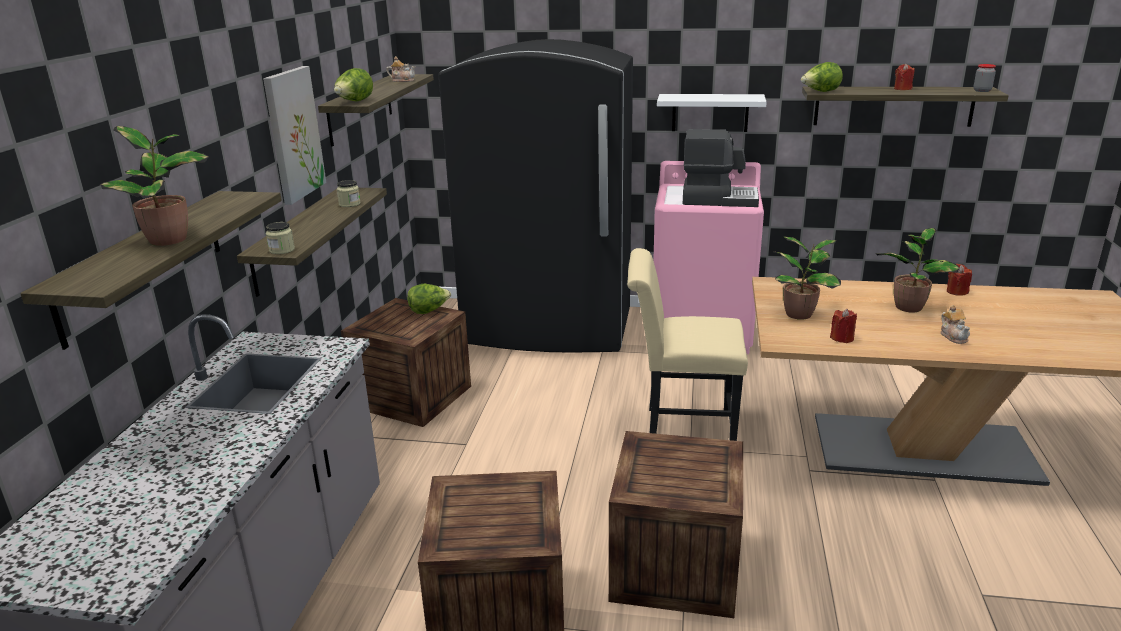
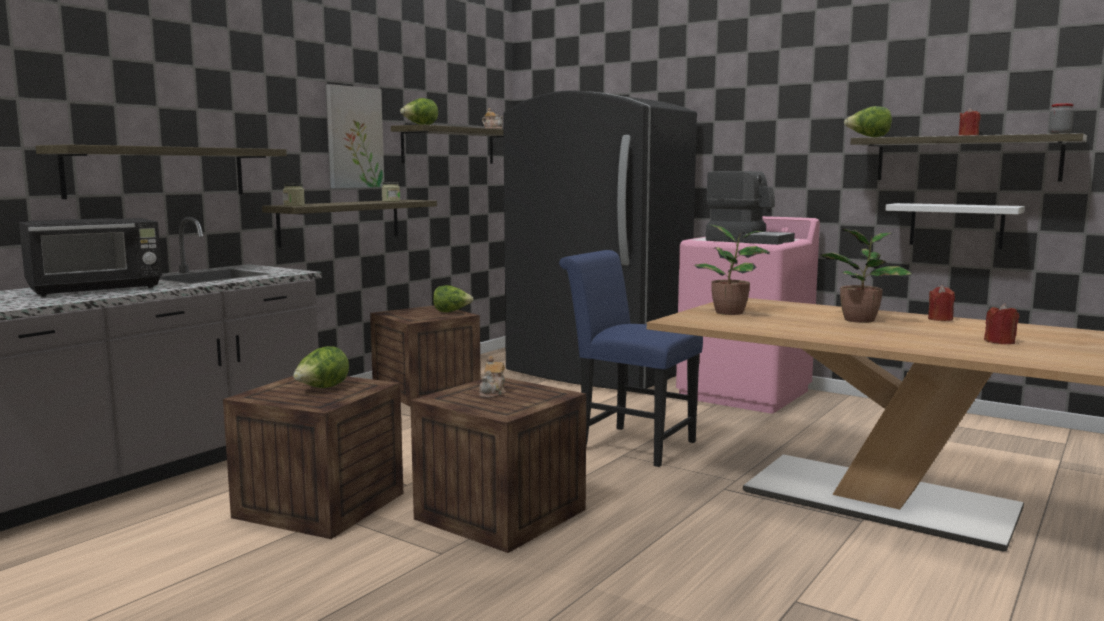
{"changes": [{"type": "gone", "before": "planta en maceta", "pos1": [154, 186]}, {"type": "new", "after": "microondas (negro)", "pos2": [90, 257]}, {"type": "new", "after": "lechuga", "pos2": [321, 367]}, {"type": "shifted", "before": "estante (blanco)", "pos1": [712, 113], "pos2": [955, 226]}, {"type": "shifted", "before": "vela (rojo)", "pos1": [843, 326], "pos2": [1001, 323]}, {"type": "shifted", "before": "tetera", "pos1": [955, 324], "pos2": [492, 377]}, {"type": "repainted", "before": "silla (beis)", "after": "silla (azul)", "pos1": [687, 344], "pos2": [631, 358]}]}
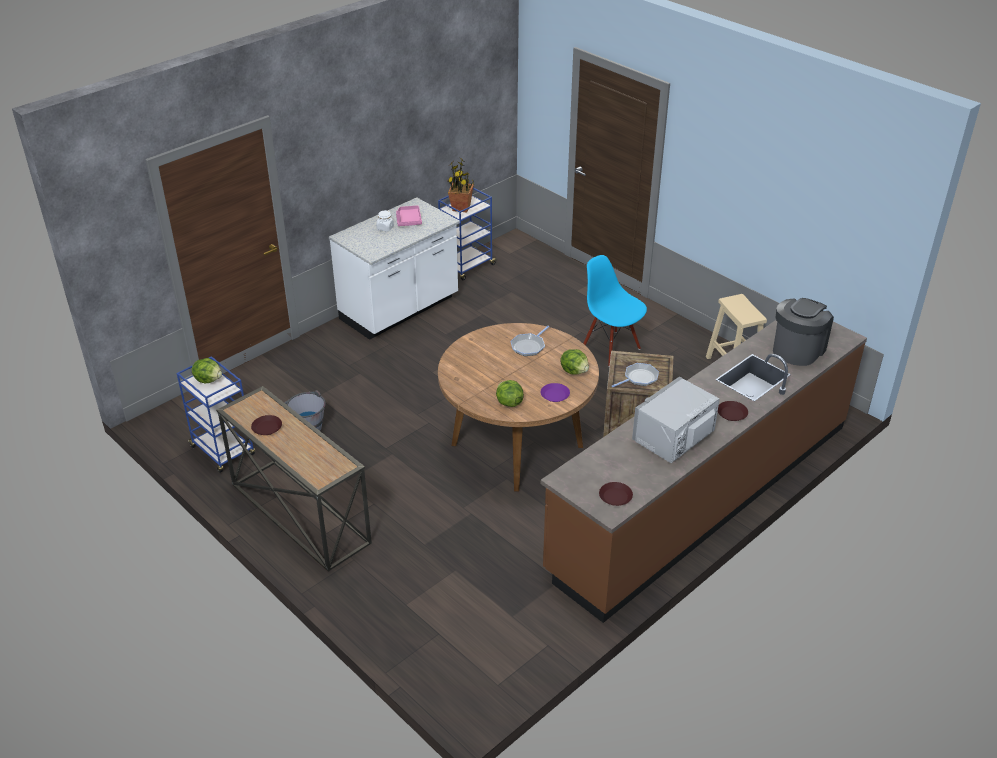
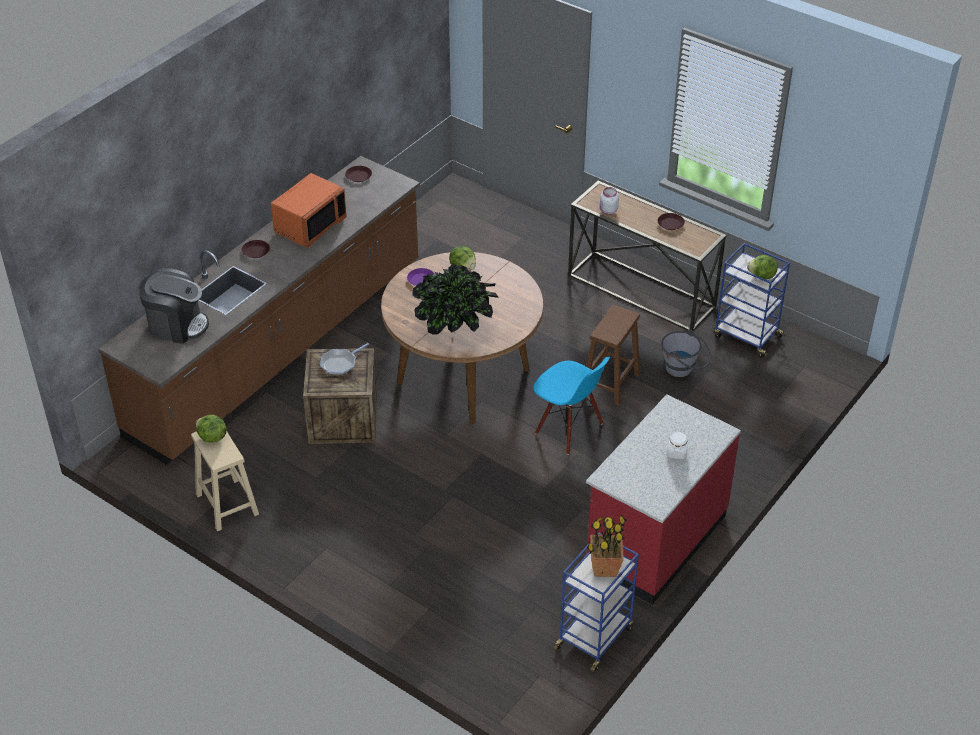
{"changes": [{"type": "gone", "before": "bandeja (rosa)", "pos1": [409, 215]}, {"type": "new", "after": "taburete (marrón)", "pos2": [613, 355]}, {"type": "new", "after": "tarro (blanco)", "pos2": [609, 201]}, {"type": "shifted", "before": "lechuga", "pos1": [574, 362], "pos2": [211, 428]}, {"type": "shifted", "before": "silla (azul)", "pos1": [615, 310], "pos2": [571, 405]}, {"type": "swapped", "before": "sartén", "after": "planta en maceta", "pos1": [529, 341], "pos2": [455, 299]}, {"type": "repainted", "before": "mueble bajo de cocina (blanco)", "after": "mueble bajo de cocina (rojo)", "pos1": [394, 268], "pos2": [663, 499]}, {"type": "repainted", "before": "microondas (gris)", "after": "microondas (naranja)", "pos1": [676, 419], "pos2": [309, 210]}, {"type": "rotated", "before": "cafetera", "pos1": [803, 332], "pos2": [174, 306], "turn": -105}]}
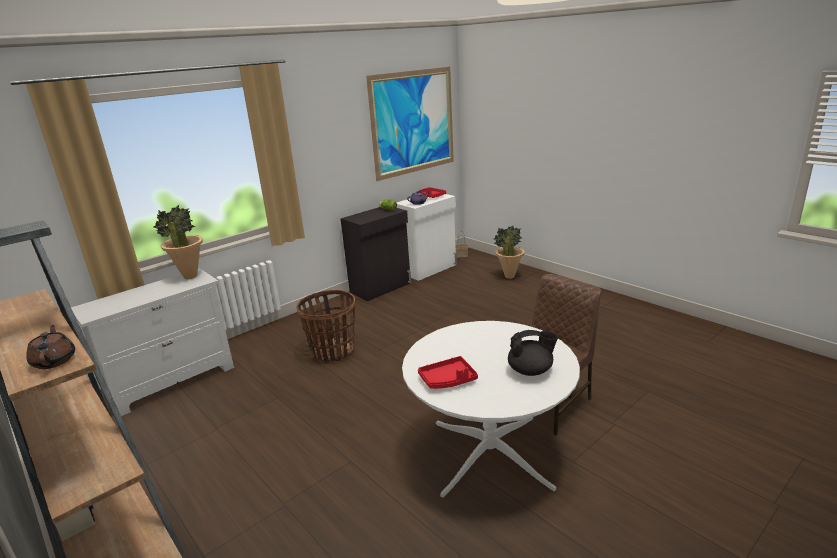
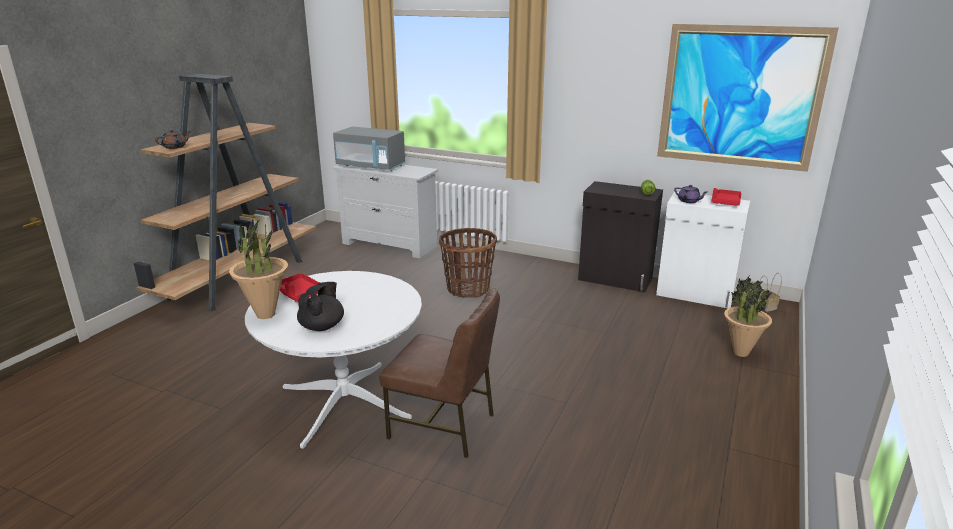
{"changes": [{"type": "new", "after": "microondas (gris)", "pos2": [369, 148]}, {"type": "shifted", "before": "planta en maceta", "pos1": [178, 242], "pos2": [258, 268]}, {"type": "rotated", "before": "tetera (negro)", "pos1": [533, 353], "pos2": [320, 306], "turn": -135}]}
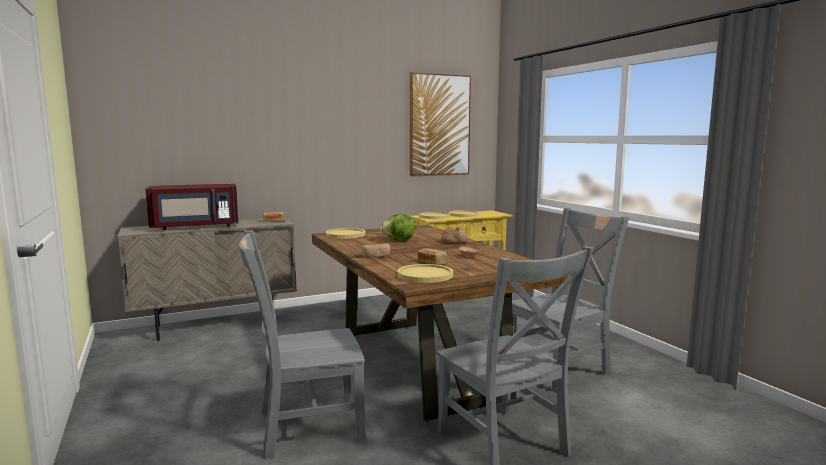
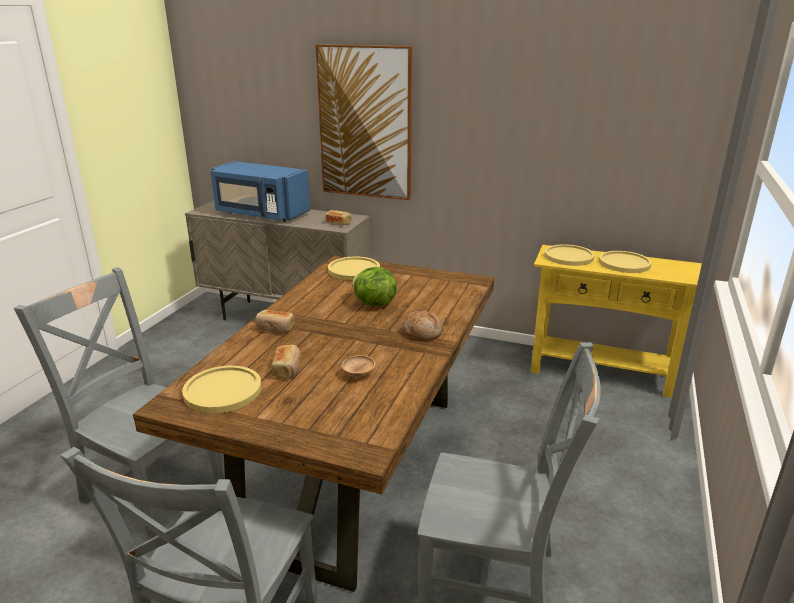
{"changes": [{"type": "shifted", "before": "cuadro", "pos1": [440, 124], "pos2": [363, 122]}, {"type": "repainted", "before": "microondas (rojo)", "after": "microondas (azul)", "pos1": [192, 207], "pos2": [260, 191]}]}
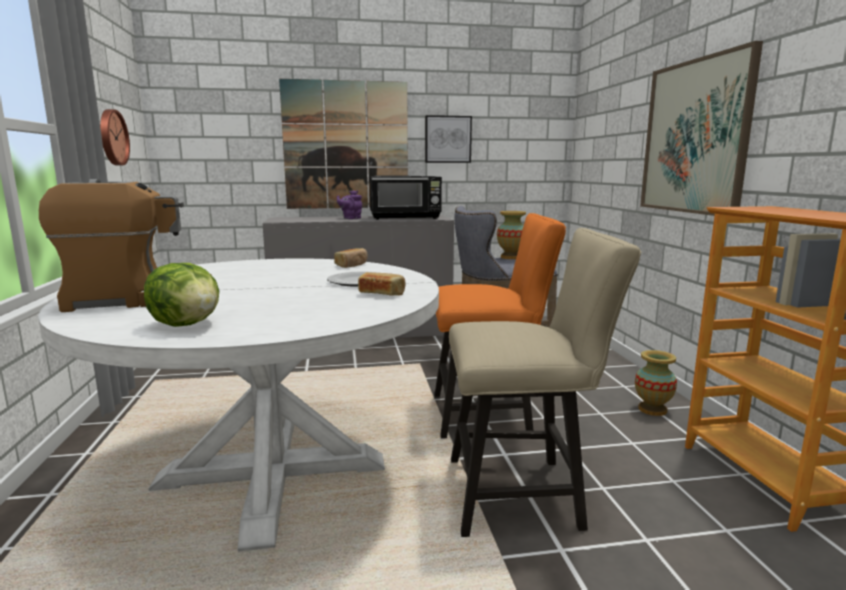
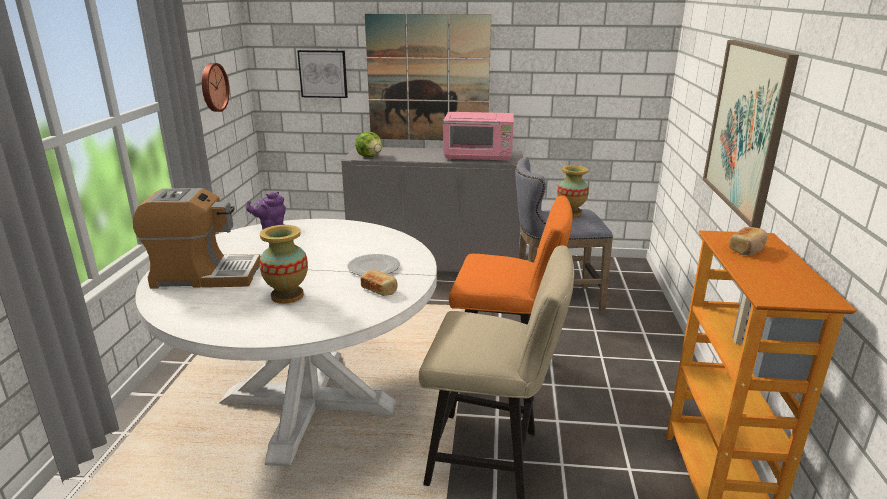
{"changes": [{"type": "shifted", "before": "lechuga", "pos1": [181, 295], "pos2": [369, 144]}, {"type": "shifted", "before": "pan", "pos1": [351, 258], "pos2": [748, 241]}, {"type": "shifted", "before": "tetera (morado)", "pos1": [349, 204], "pos2": [266, 211]}, {"type": "shifted", "before": "cuadro", "pos1": [448, 139], "pos2": [322, 74]}, {"type": "shifted", "before": "florero", "pos1": [656, 383], "pos2": [283, 264]}, {"type": "repainted", "before": "microondas (negro)", "after": "microondas (rosa)", "pos1": [406, 197], "pos2": [478, 136]}]}
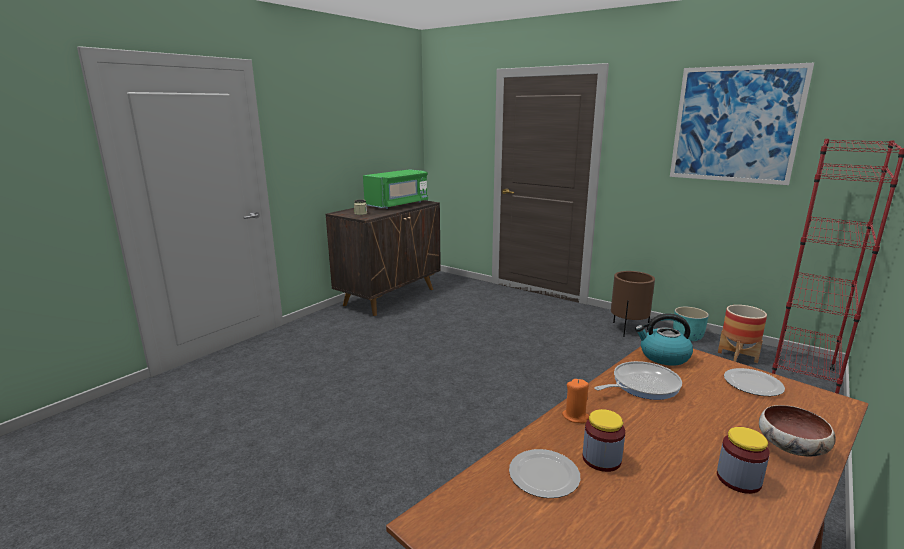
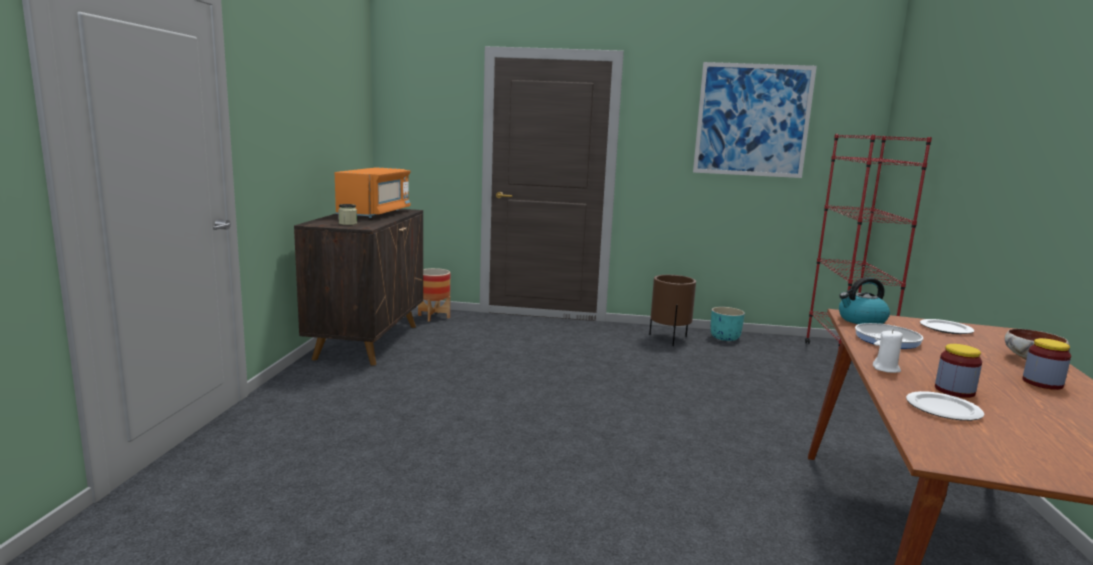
{"changes": [{"type": "shifted", "before": "maceta", "pos1": [742, 334], "pos2": [434, 295]}, {"type": "repainted", "before": "microondas (verde)", "after": "microondas (naranja)", "pos1": [395, 189], "pos2": [373, 192]}, {"type": "repainted", "before": "vela (naranja)", "after": "vela (blanco)", "pos1": [575, 401], "pos2": [888, 351]}]}
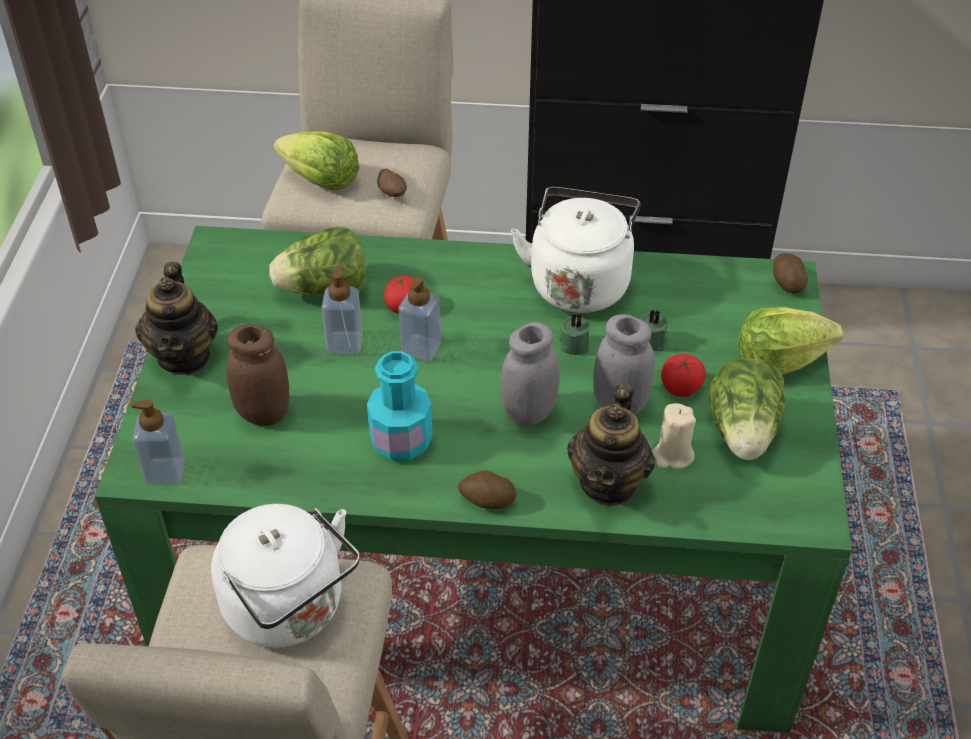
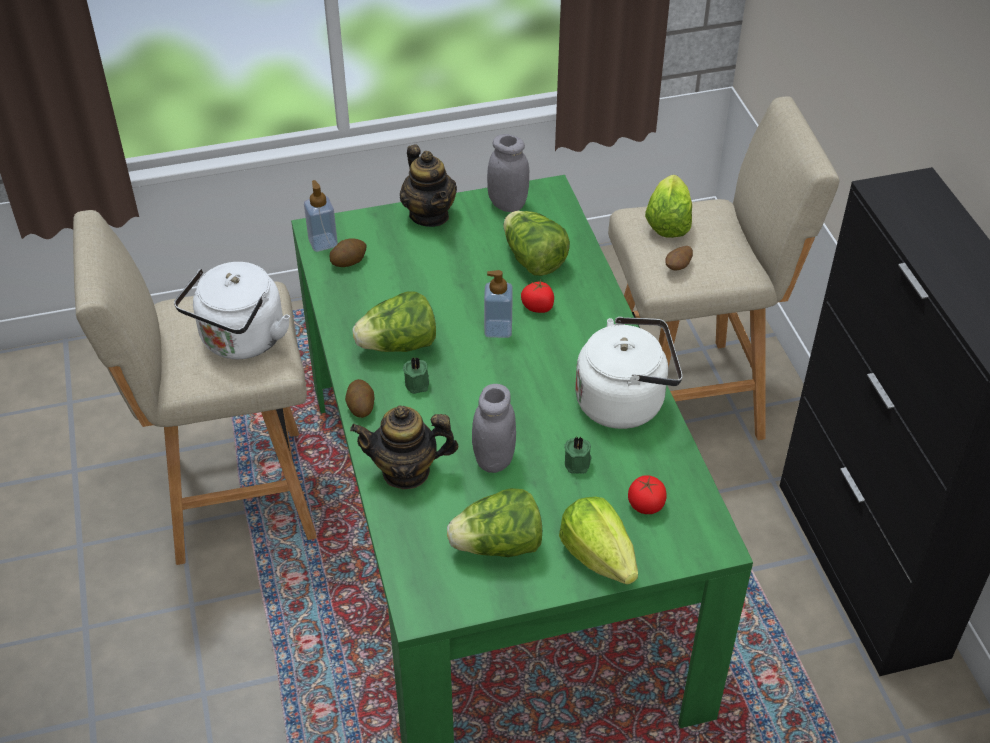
{"changes": [{"type": "gone", "before": "tarro (marrón)", "pos1": [257, 375]}, {"type": "gone", "before": "dispensador de jabón", "pos1": [342, 309]}, {"type": "gone", "before": "vela (beis)", "pos1": [674, 436]}, {"type": "shifted", "before": "tarro (gris)", "pos1": [530, 374], "pos2": [508, 173]}, {"type": "shifted", "before": "vela (verde)", "pos1": [574, 334], "pos2": [416, 375]}, {"type": "shifted", "before": "tomate", "pos1": [683, 375], "pos2": [647, 494]}, {"type": "shifted", "before": "patata", "pos1": [790, 273], "pos2": [348, 252]}, {"type": "swapped", "before": "botella (turquesa)", "after": "lechuga", "pos1": [400, 406], "pos2": [394, 321]}, {"type": "rotated", "before": "tetera", "pos1": [176, 318], "pos2": [428, 185], "turn": -90}]}
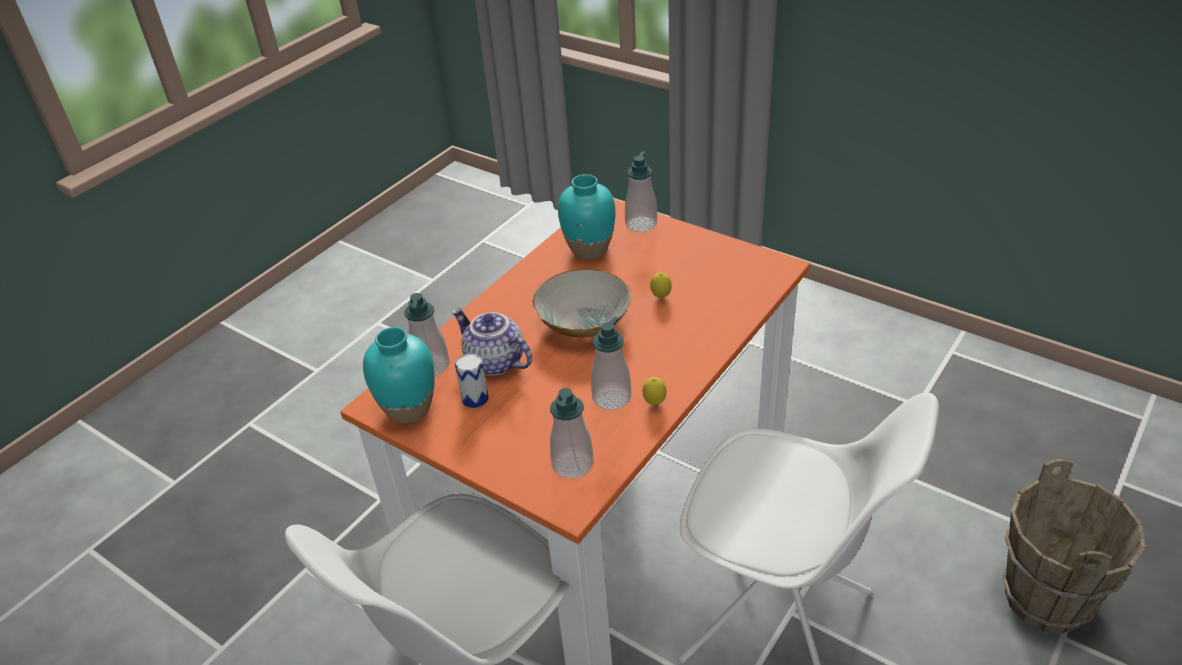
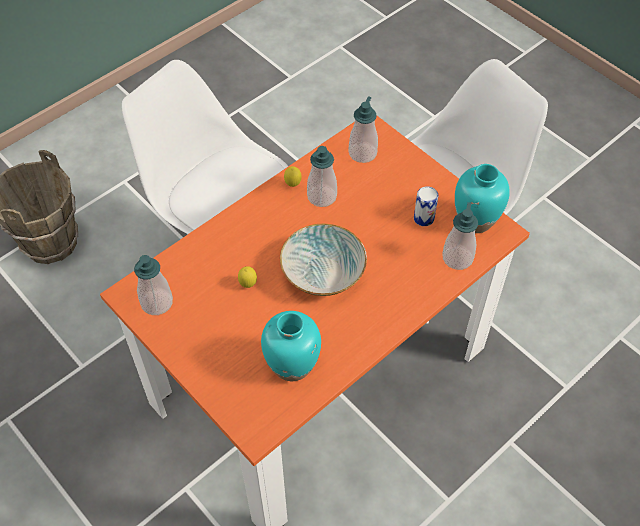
{"changes": [{"type": "gone", "before": "tetera", "pos1": [492, 342]}, {"type": "shifted", "before": "dispensador de jabón", "pos1": [641, 191], "pos2": [153, 285]}]}
